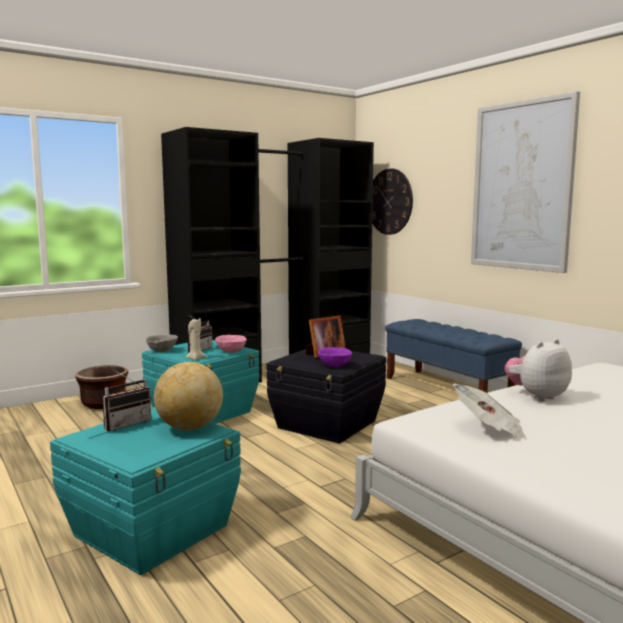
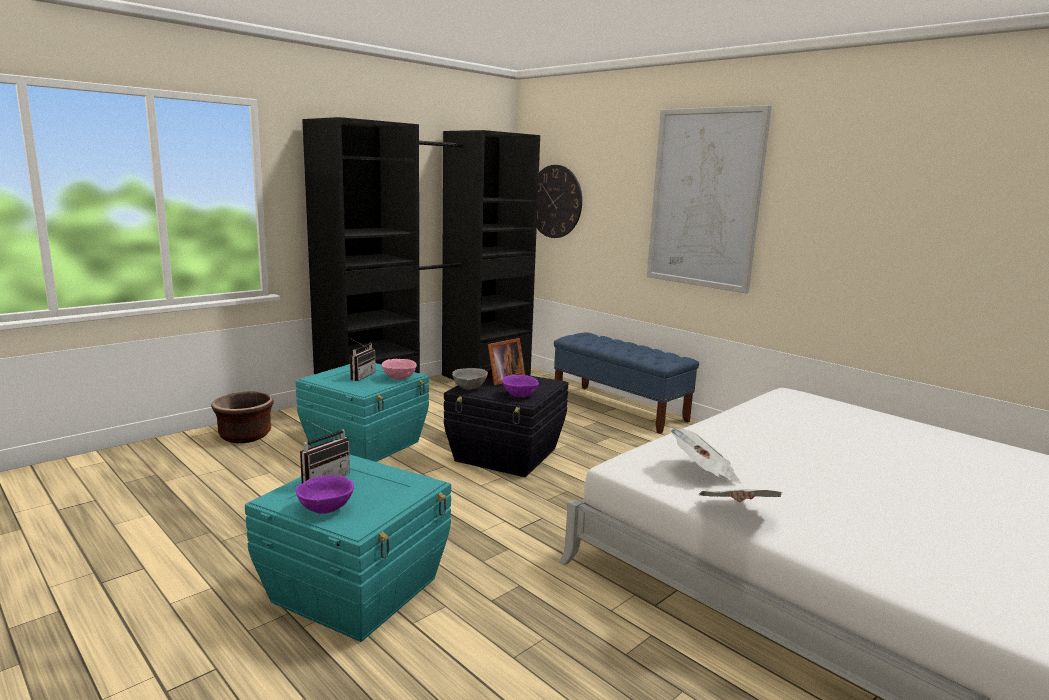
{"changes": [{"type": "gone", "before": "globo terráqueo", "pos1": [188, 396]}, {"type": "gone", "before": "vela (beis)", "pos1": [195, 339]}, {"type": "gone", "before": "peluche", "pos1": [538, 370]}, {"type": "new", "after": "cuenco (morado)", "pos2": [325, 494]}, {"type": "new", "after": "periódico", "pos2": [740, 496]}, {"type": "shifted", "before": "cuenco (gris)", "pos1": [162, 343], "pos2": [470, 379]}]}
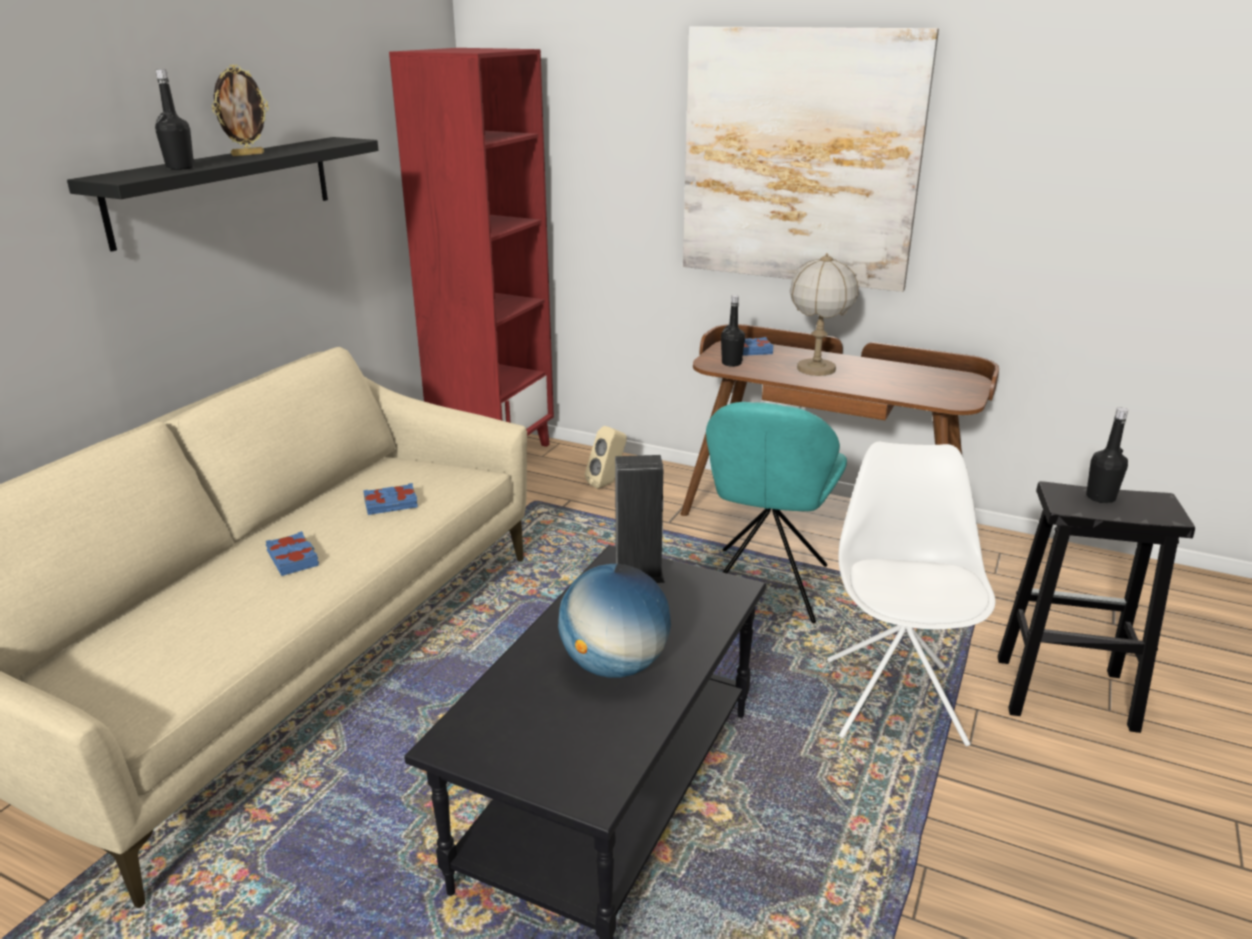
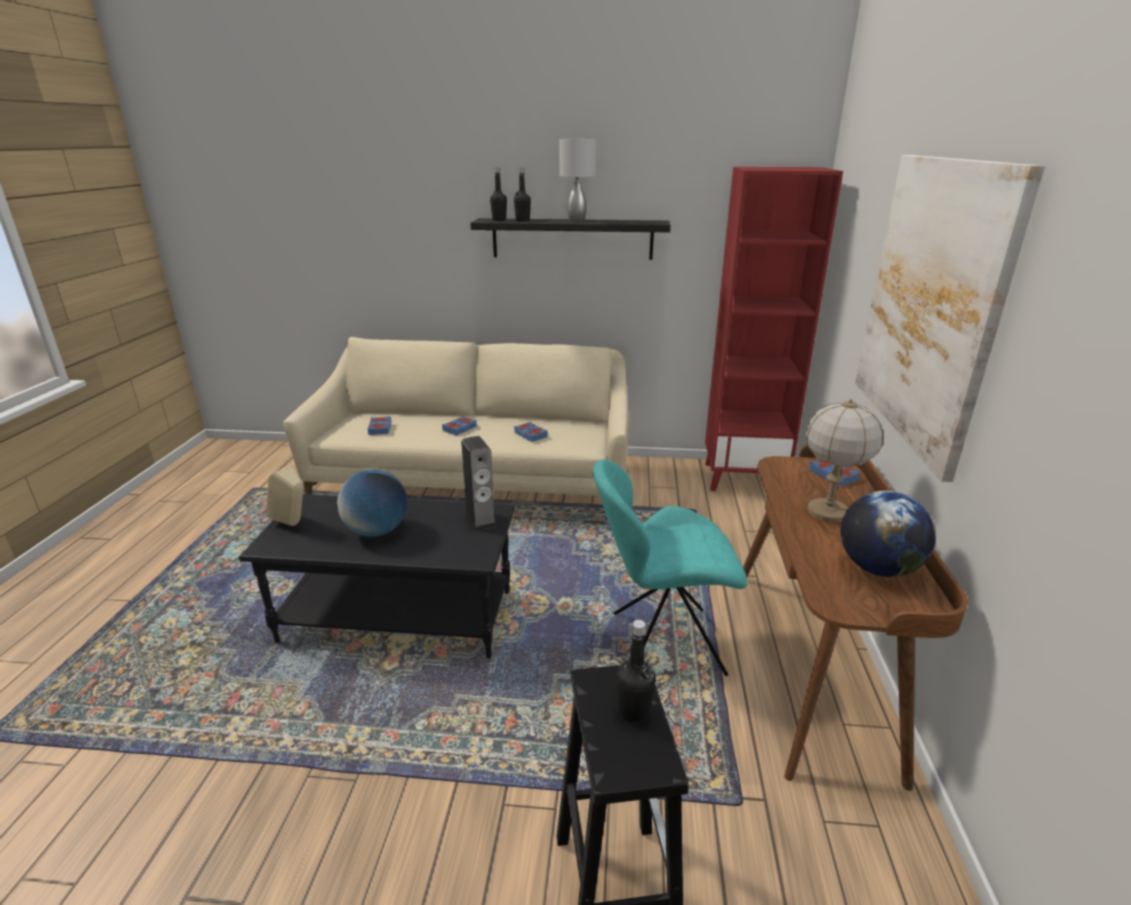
{"changes": [{"type": "gone", "before": "silla (blanco)", "pos1": [911, 594]}, {"type": "new", "after": "libro (azul)", "pos2": [379, 425]}, {"type": "new", "after": "globo terráqueo", "pos2": [888, 534]}, {"type": "shifted", "before": "altavoz (beis)", "pos1": [606, 457], "pos2": [285, 495]}, {"type": "shifted", "before": "botella (negro)", "pos1": [733, 331], "pos2": [498, 194]}, {"type": "swapped", "before": "portarretratos", "after": "lámpara de mesa (gris)", "pos1": [240, 110], "pos2": [577, 179]}]}
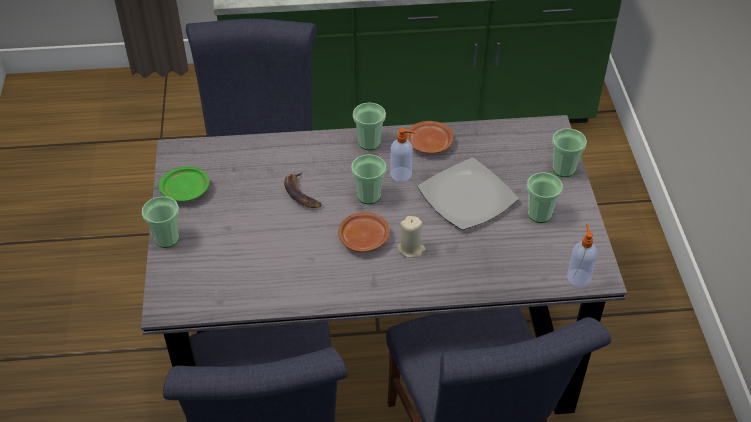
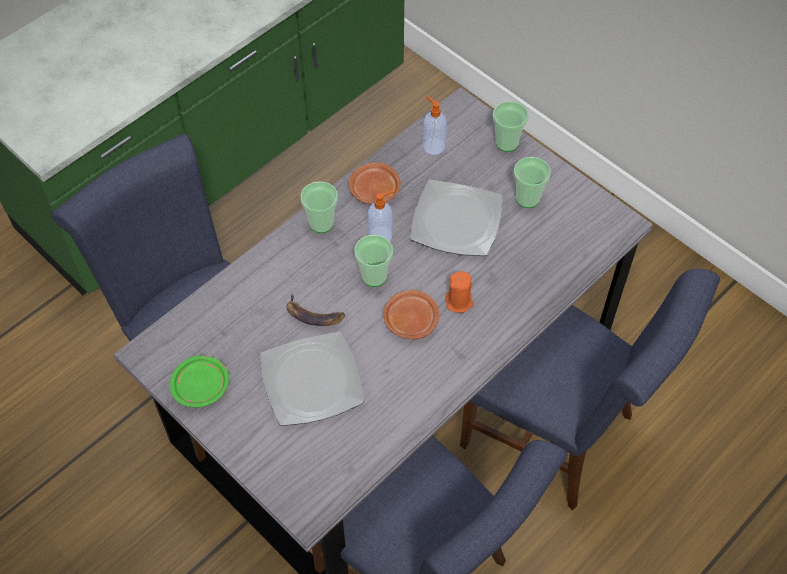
{"changes": [{"type": "gone", "before": "taza", "pos1": [160, 222]}, {"type": "new", "after": "plato", "pos2": [312, 379]}, {"type": "shifted", "before": "dispensador de jabón", "pos1": [582, 255], "pos2": [435, 125]}, {"type": "repainted", "before": "vela (beis)", "after": "vela (naranja)", "pos1": [411, 237], "pos2": [459, 292]}]}
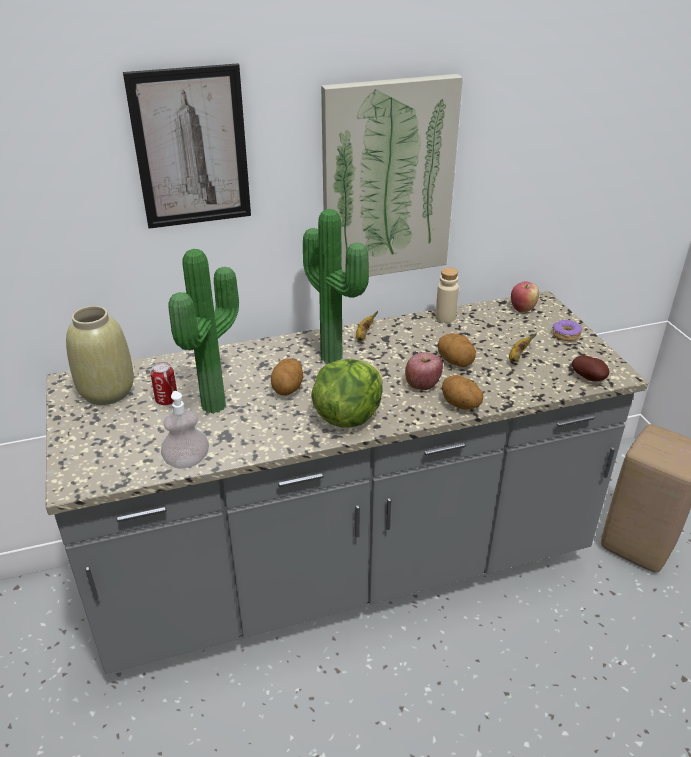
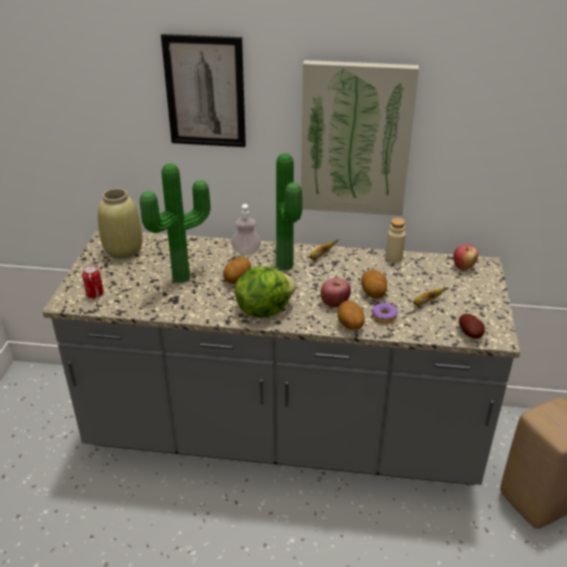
{"changes": [{"type": "shifted", "before": "lata", "pos1": [164, 383], "pos2": [93, 281]}, {"type": "shifted", "before": "dispensador de jabón", "pos1": [185, 429], "pos2": [246, 229]}, {"type": "shifted", "before": "rosquilla", "pos1": [567, 330], "pos2": [385, 313]}]}
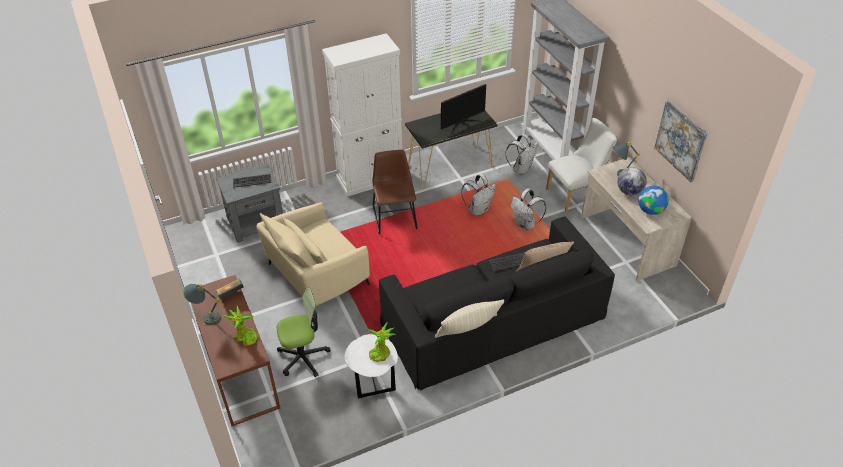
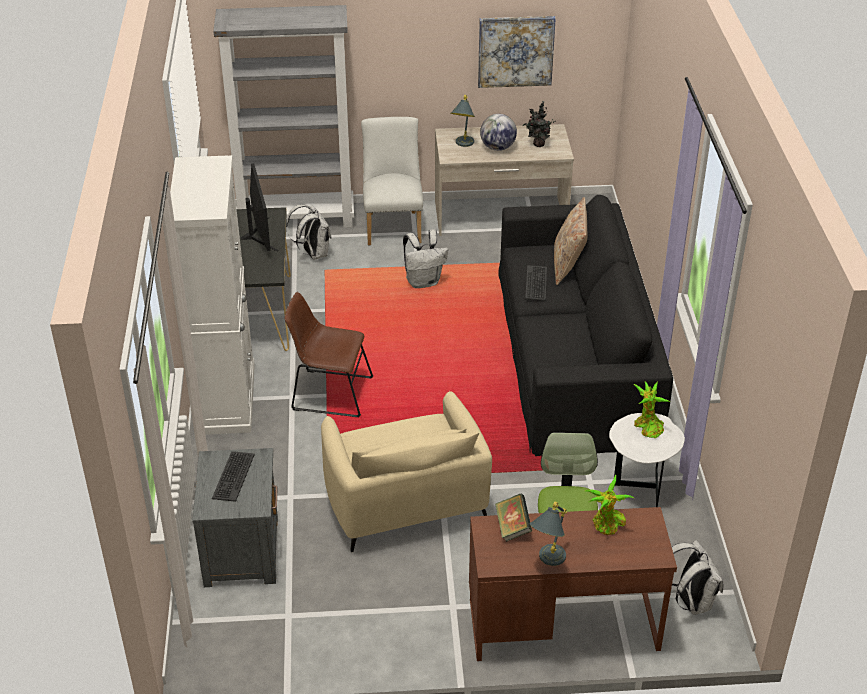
{"changes": [{"type": "gone", "before": "cojín (beis)", "pos1": [469, 318]}, {"type": "shifted", "before": "mochila (blanco)", "pos1": [478, 195], "pos2": [697, 577]}, {"type": "swapped", "before": "globo terráqueo", "after": "planta en maceta", "pos1": [653, 200], "pos2": [539, 124]}]}
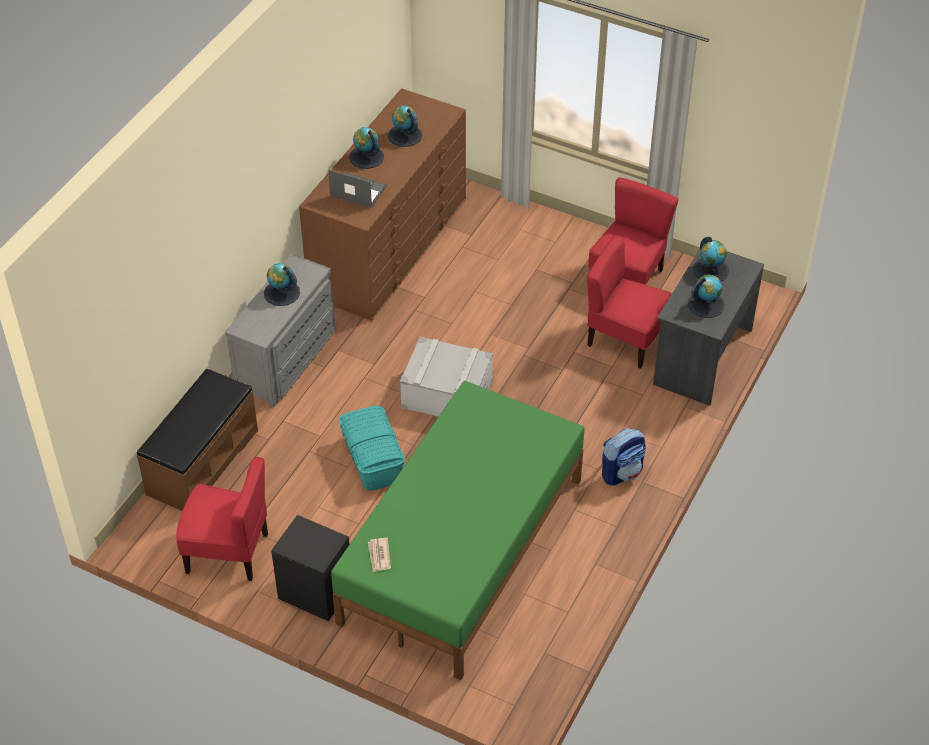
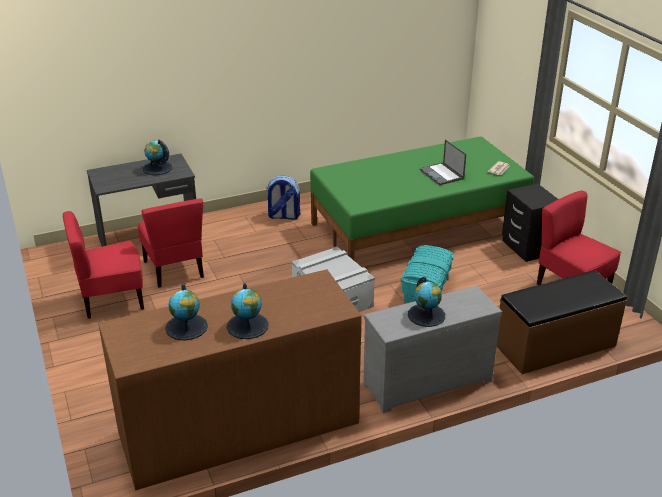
{"changes": [{"type": "gone", "before": "globo terráqueo", "pos1": [711, 259]}, {"type": "shifted", "before": "portátil", "pos1": [357, 189], "pos2": [442, 162]}]}
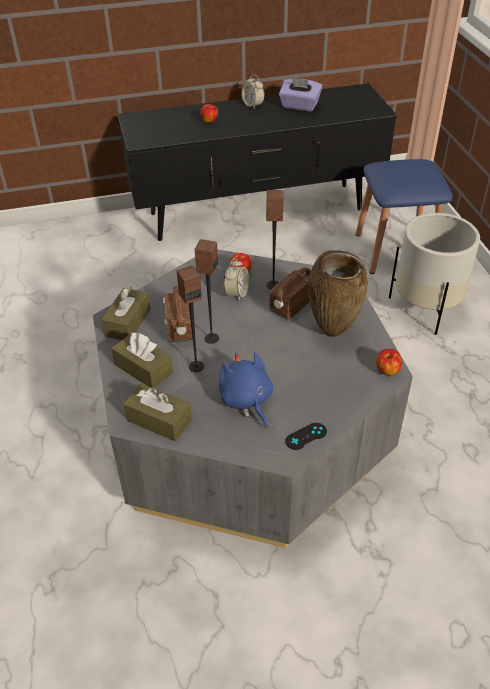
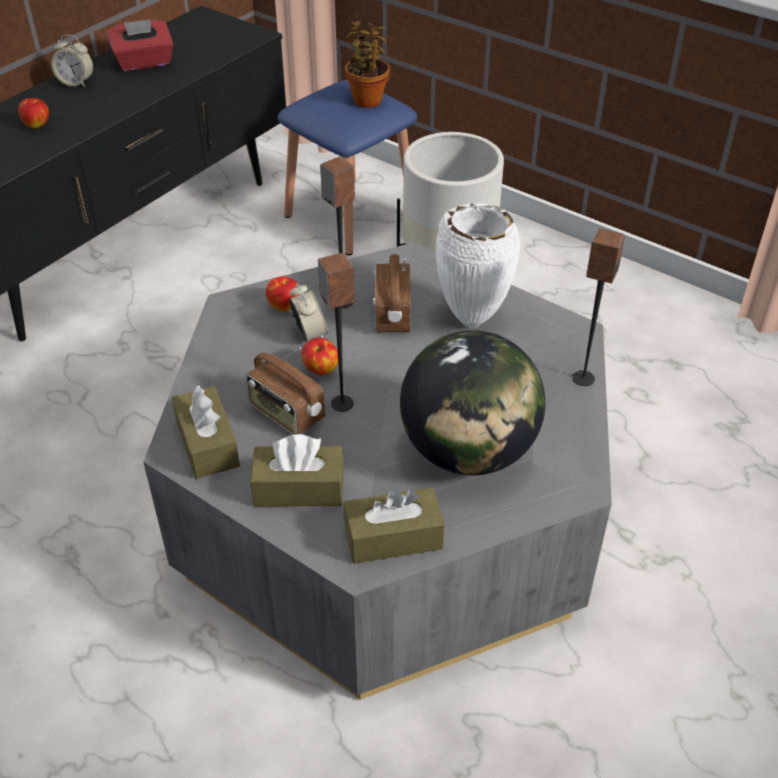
{"changes": [{"type": "gone", "before": "mando de consola (negro)", "pos1": [306, 436]}, {"type": "new", "after": "planta en maceta", "pos2": [367, 64]}, {"type": "shifted", "before": "altavoz", "pos1": [190, 318], "pos2": [598, 307]}, {"type": "shifted", "before": "manzana", "pos1": [389, 362], "pos2": [320, 356]}, {"type": "swapped", "before": "peluche (azul)", "after": "globo terráqueo", "pos1": [246, 389], "pos2": [472, 402]}, {"type": "repainted", "before": "caja de pañuelos (morado)", "after": "caja de pañuelos (rojo)", "pos1": [300, 94], "pos2": [139, 45]}, {"type": "repainted", "before": "florero (marrón)", "after": "florero (blanco)", "pos1": [338, 293], "pos2": [478, 265]}]}
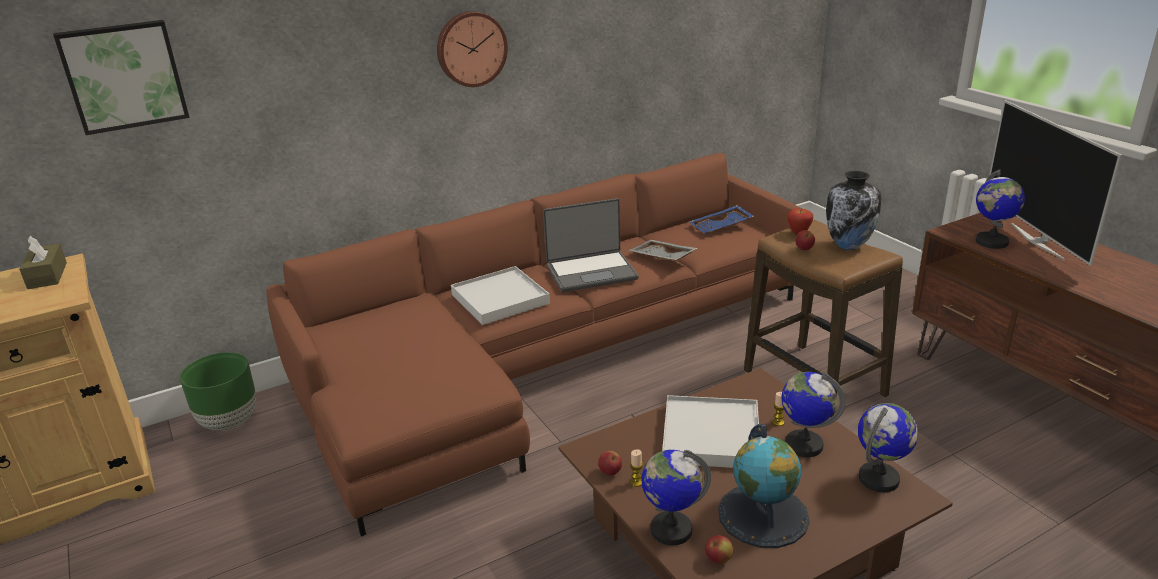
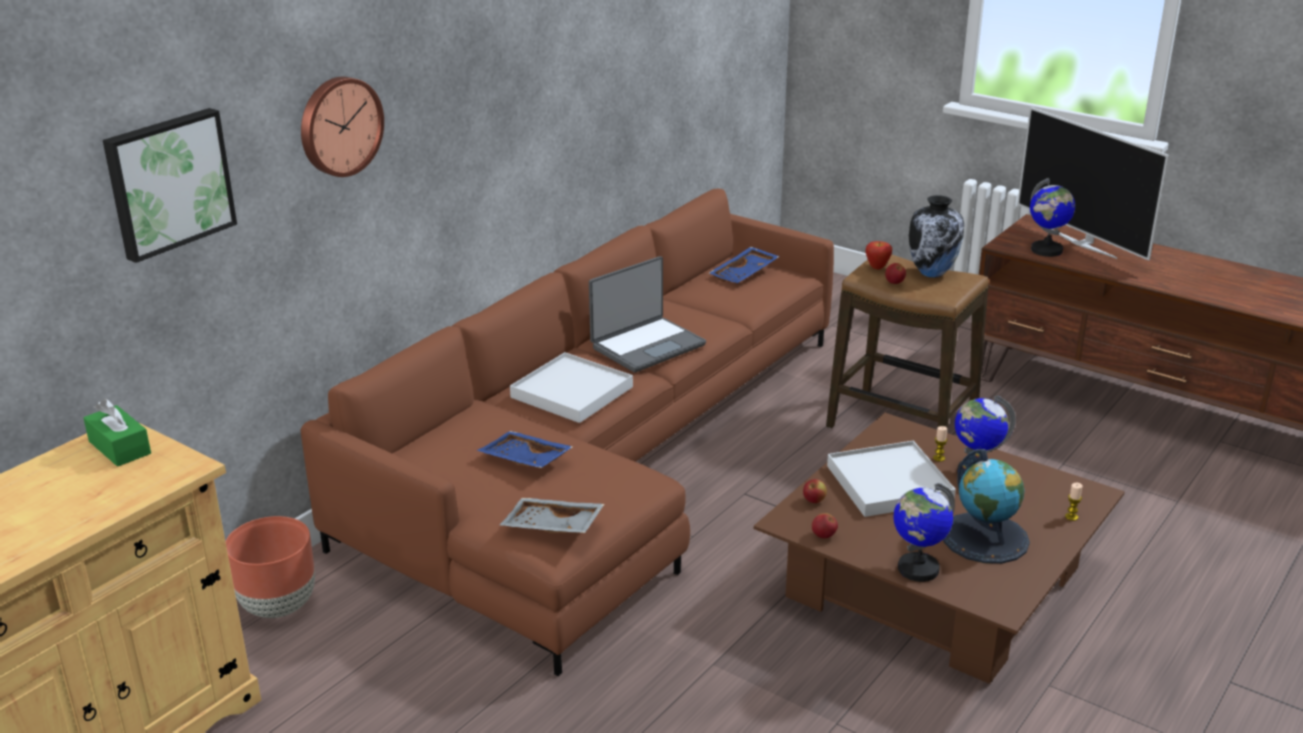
{"changes": [{"type": "gone", "before": "globo terráqueo", "pos1": [888, 447]}, {"type": "new", "after": "bandeja (azul)", "pos2": [525, 449]}, {"type": "shifted", "before": "reloj de pared", "pos1": [472, 49], "pos2": [342, 127]}, {"type": "shifted", "before": "bandeja (gris)", "pos1": [663, 250], "pos2": [552, 515]}, {"type": "shifted", "before": "vela", "pos1": [636, 468], "pos2": [1073, 502]}, {"type": "shifted", "before": "manzana", "pos1": [719, 549], "pos2": [815, 491]}, {"type": "repainted", "before": "caja de pañuelos (marrón)", "after": "caja de pañuelos (verde)", "pos1": [43, 262], "pos2": [117, 433]}, {"type": "repainted", "before": "maceta (verde)", "after": "maceta (marrón)", "pos1": [218, 391], "pos2": [270, 567]}]}
